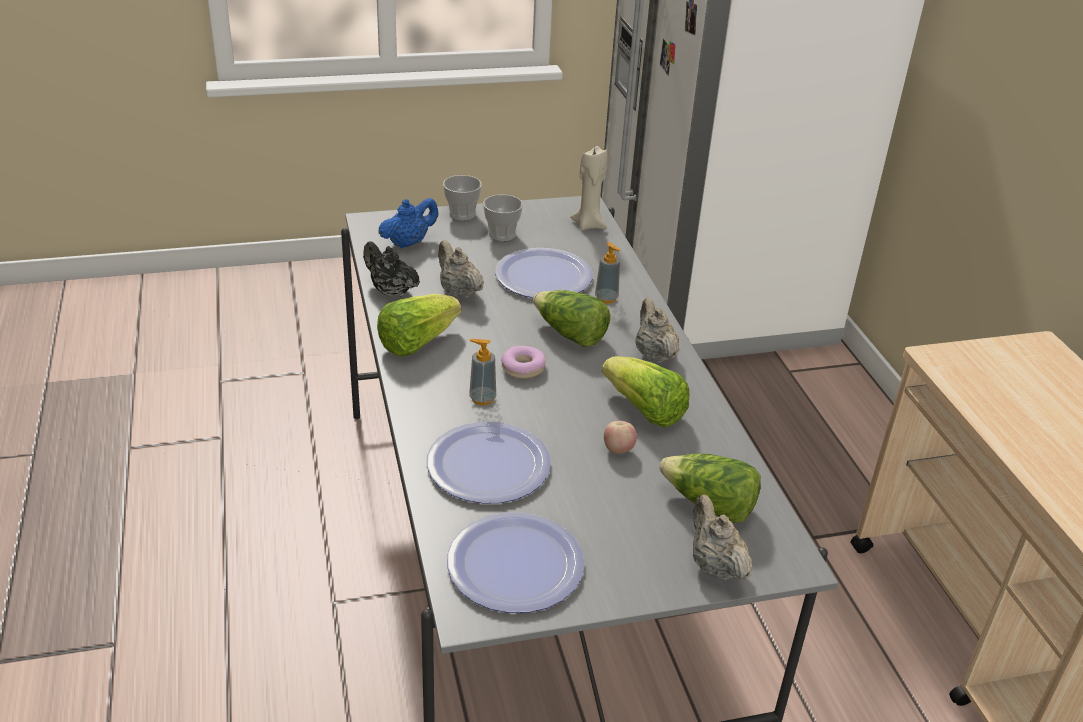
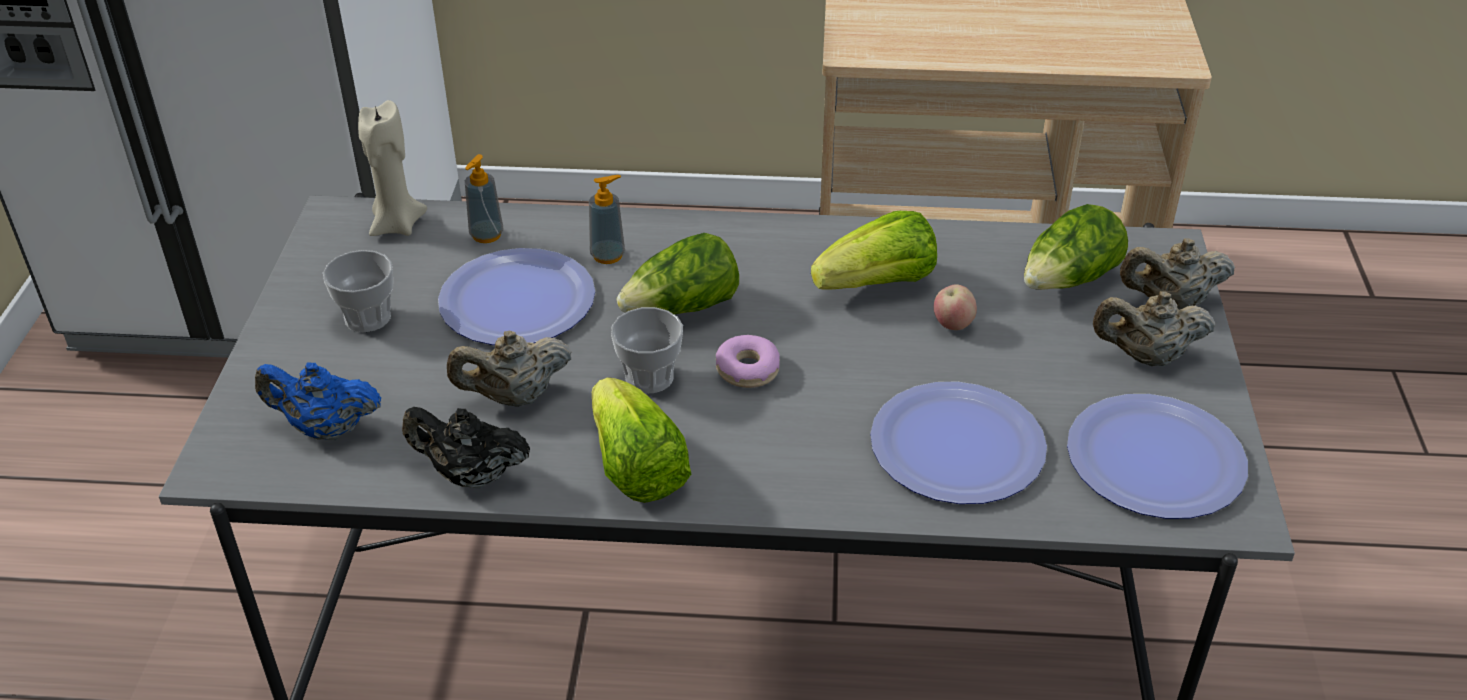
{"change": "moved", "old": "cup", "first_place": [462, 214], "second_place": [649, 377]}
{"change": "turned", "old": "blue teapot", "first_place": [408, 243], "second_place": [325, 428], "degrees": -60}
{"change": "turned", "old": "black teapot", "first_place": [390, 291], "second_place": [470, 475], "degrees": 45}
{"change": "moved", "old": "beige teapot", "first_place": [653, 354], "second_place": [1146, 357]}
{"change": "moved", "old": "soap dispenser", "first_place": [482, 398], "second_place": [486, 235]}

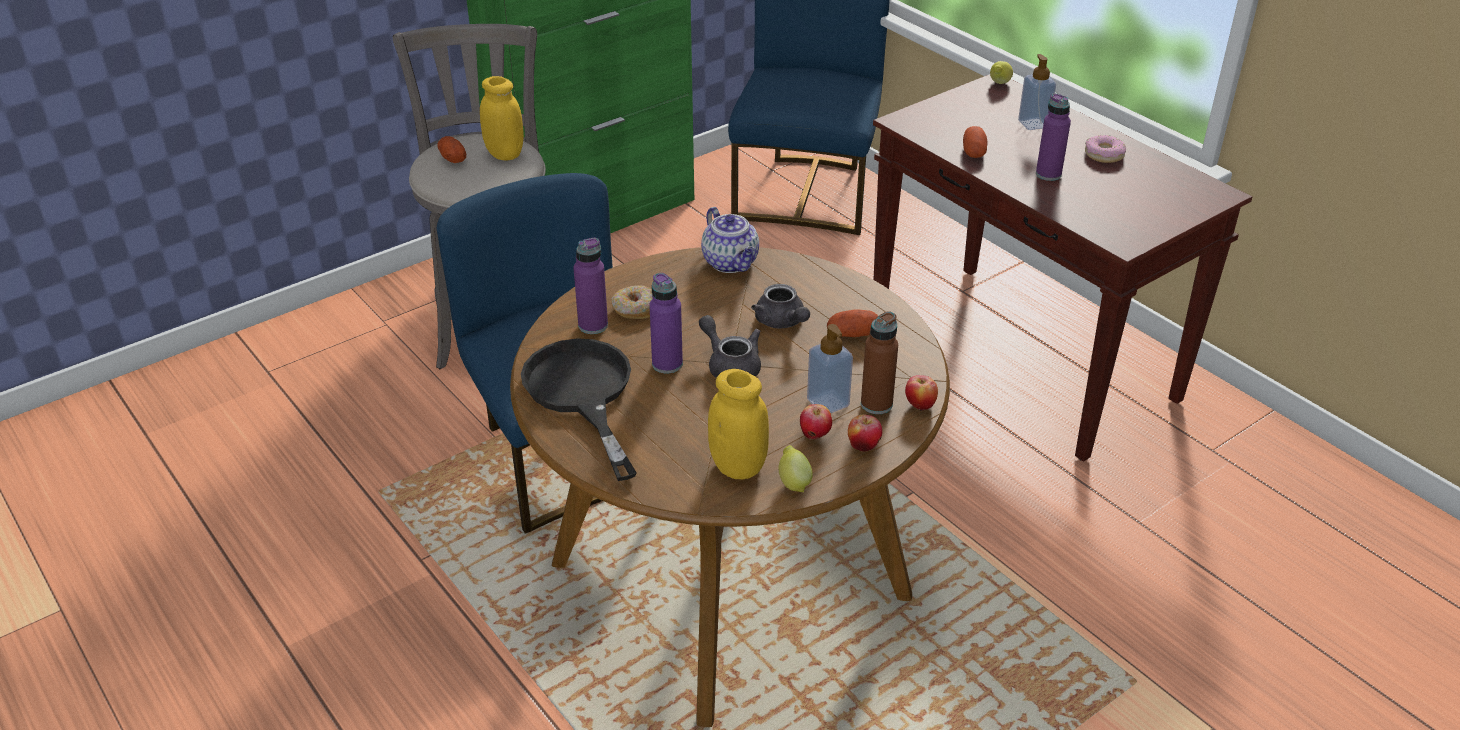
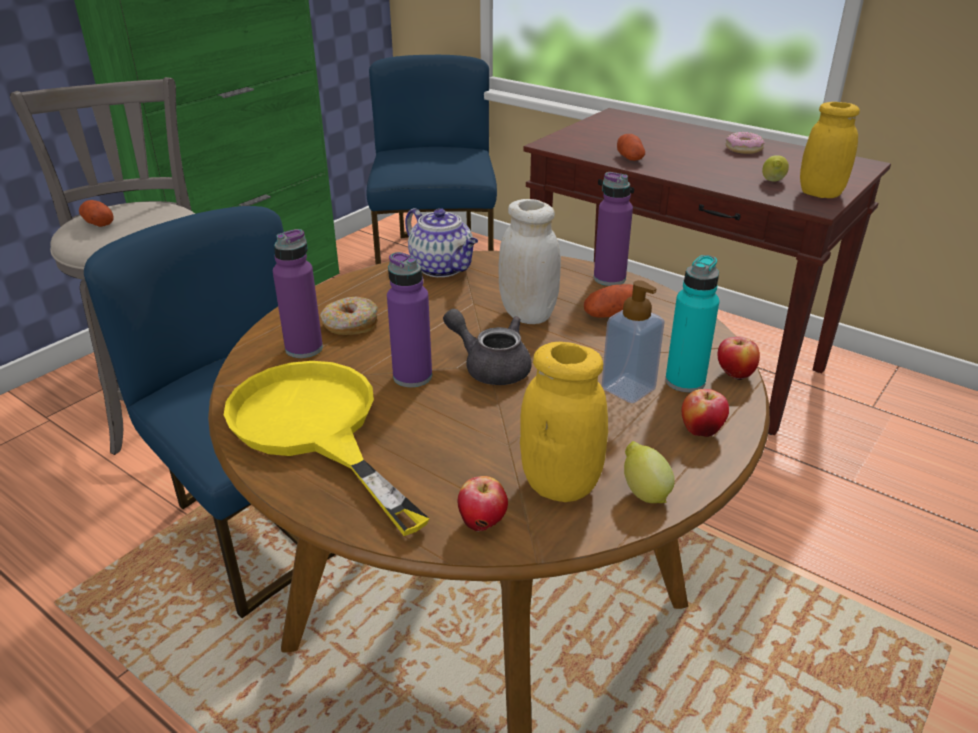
{"change": "removed", "old": "soap dispenser", "first_place": [1033, 124]}
{"change": "moved", "old": "lemon", "first_place": [999, 84], "second_place": [772, 182]}
{"change": "moved", "old": "yellow jar", "first_place": [505, 154], "second_place": [820, 193]}
{"change": "moved", "old": "purple bottle", "first_place": [1048, 174], "second_place": [609, 279]}
{"change": "replaced", "old": "grey teapot", "new": "white jar", "first_place": [782, 322], "second_place": [527, 314]}
{"change": "recoloured", "old": "brown bottle", "new": "turquoise bottle", "first_place": [876, 404], "second_place": [685, 381]}
{"change": "recoloured", "old": "black frying pan", "new": "yellow frying pan", "first_place": [583, 394], "second_place": [315, 429]}
{"change": "moved", "old": "apple", "first_place": [815, 435], "second_place": [483, 524]}

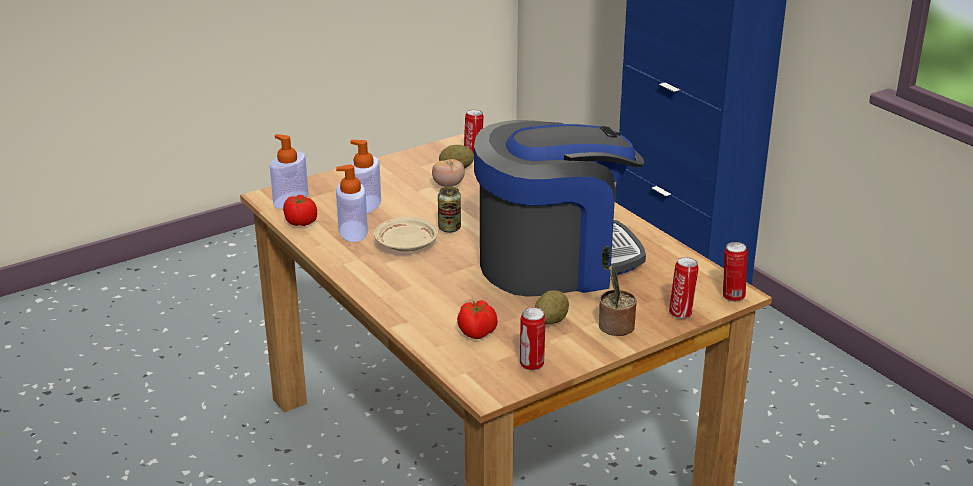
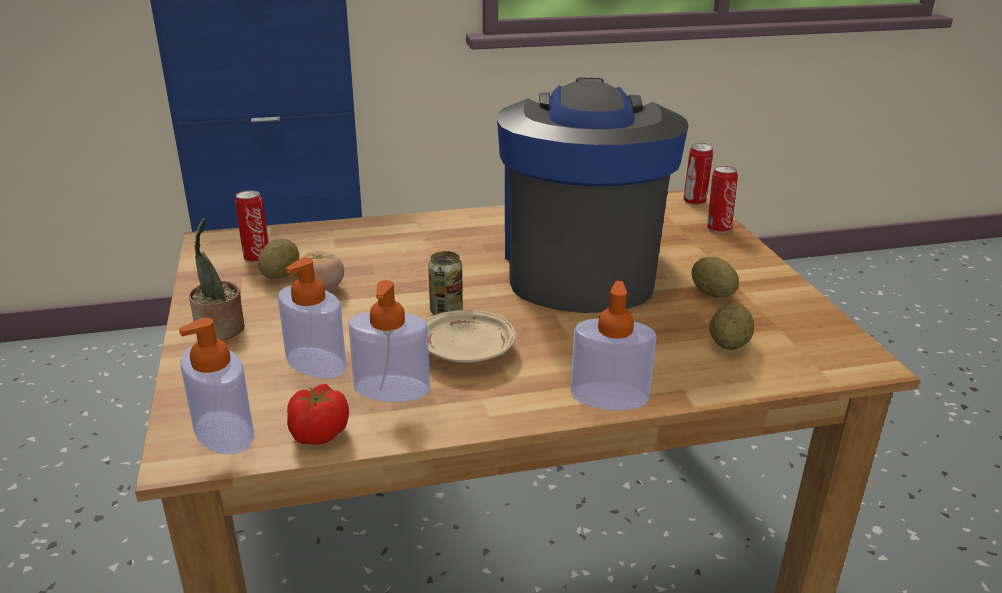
{"change": "moved", "old": "potted plant", "first_place": [614, 327], "second_place": [220, 330]}
{"change": "replaced", "old": "tomato", "new": "potato", "first_place": [477, 333], "second_place": [729, 344]}
{"change": "removed", "old": "can", "first_place": [532, 365]}
{"change": "added", "new": "soap dispenser", "second_place": [609, 396]}

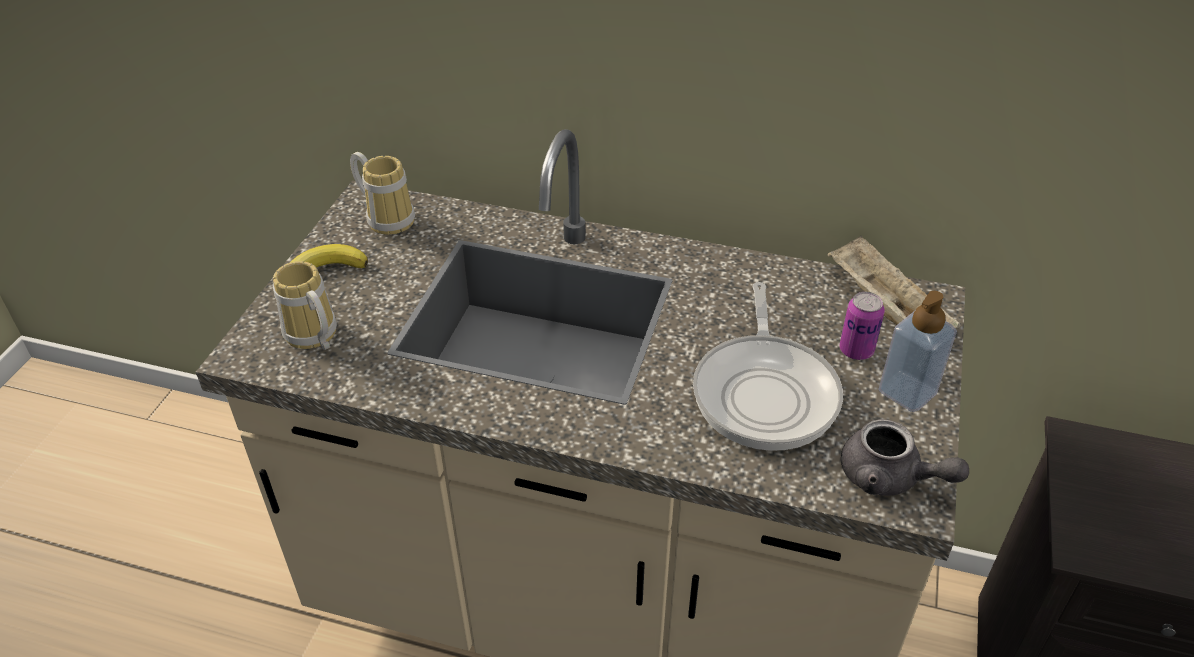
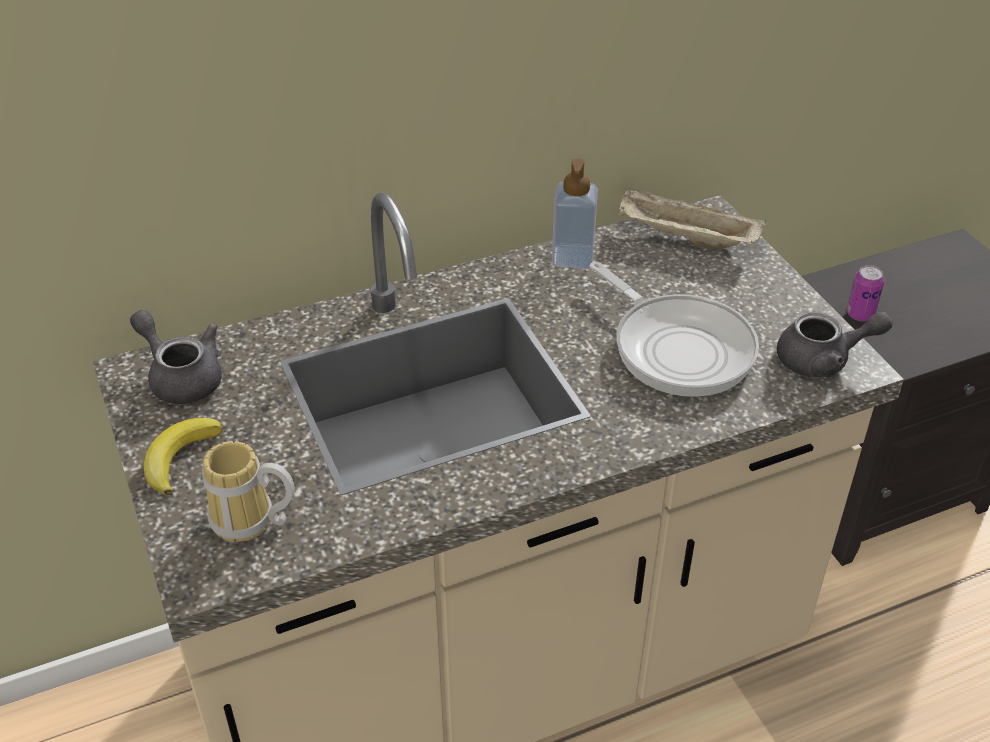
{"change": "replaced", "old": "mug", "new": "grey teapot", "first_place": [388, 218], "second_place": [181, 376]}
{"change": "moved", "old": "soap dispenser", "first_place": [907, 392], "second_place": [572, 257]}
{"change": "moved", "old": "can", "first_place": [856, 350], "second_place": [860, 314]}

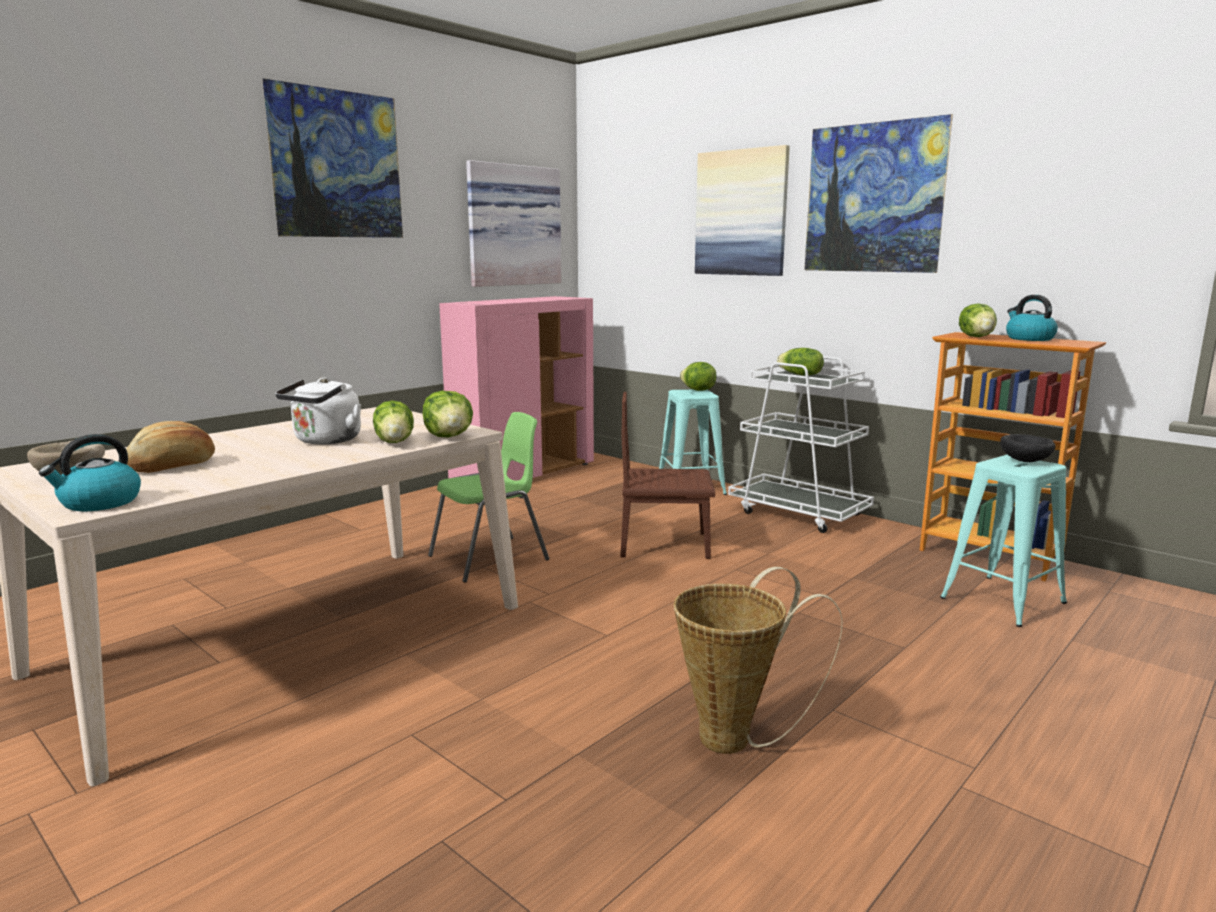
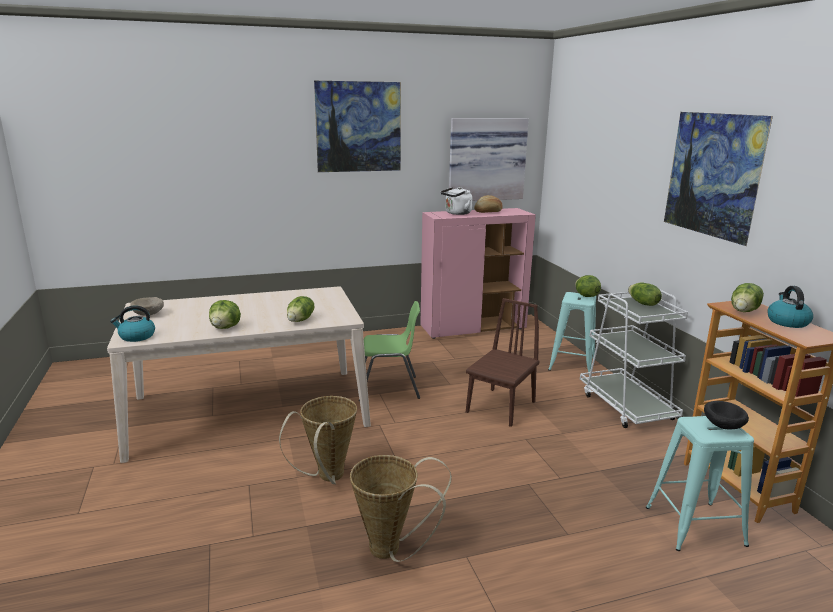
{"change": "removed", "old": "picture", "first_place": [741, 213]}
{"change": "moved", "old": "white kettle", "first_place": [325, 441], "second_place": [457, 213]}
{"change": "moved", "old": "lettuce", "first_place": [449, 437], "second_place": [226, 328]}
{"change": "turned", "old": "brown chair", "first_place": [664, 545], "second_place": [501, 407], "degrees": 90}
{"change": "moved", "old": "bread", "first_place": [173, 466], "second_place": [488, 211]}
{"change": "added", "new": "basket", "second_place": [327, 478]}

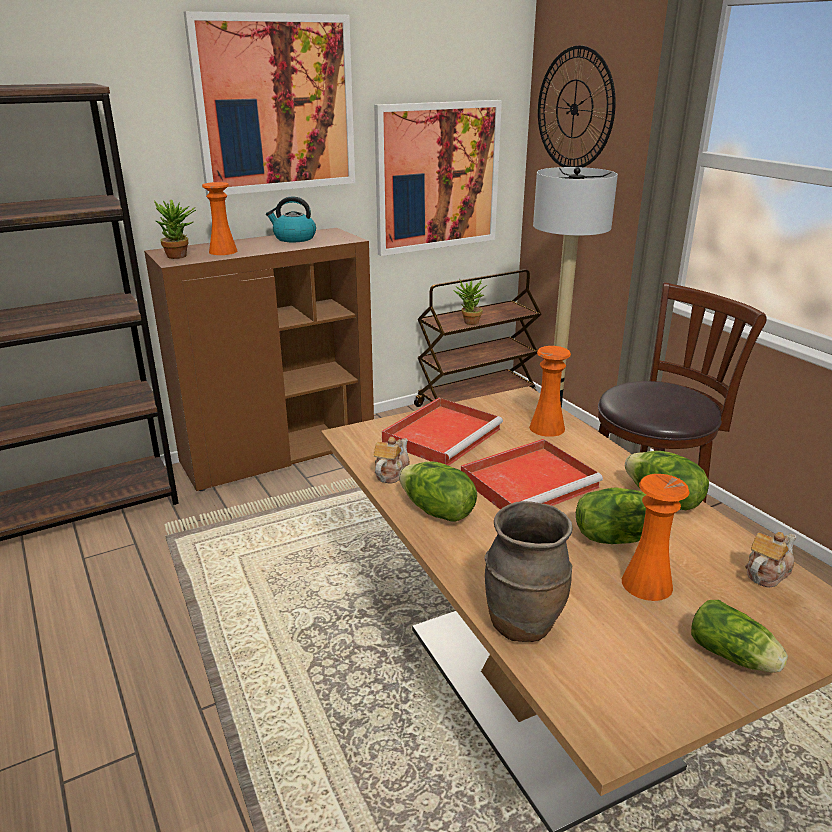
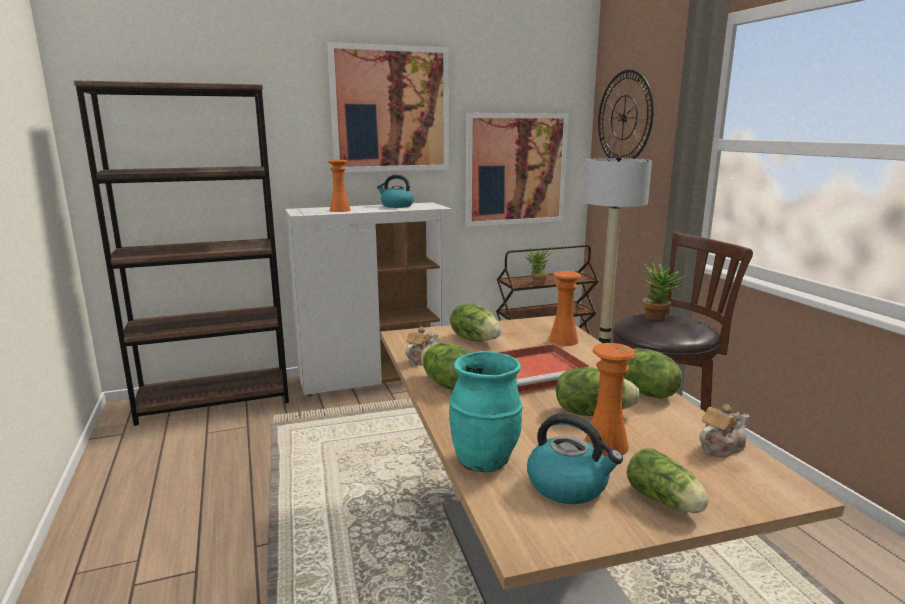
{"change": "moved", "old": "potted plant", "first_place": [180, 256], "second_place": [659, 318]}
{"change": "recoloured", "old": "brown cabinet", "new": "white cabinet", "first_place": [279, 455], "second_place": [376, 377]}
{"change": "replaced", "old": "red tray", "new": "lettuce", "first_place": [443, 434], "second_place": [475, 339]}
{"change": "recoloured", "old": "brown vase", "new": "turquoise vase", "first_place": [522, 624], "second_place": [484, 461]}
{"change": "added", "new": "kettle", "second_place": [568, 485]}

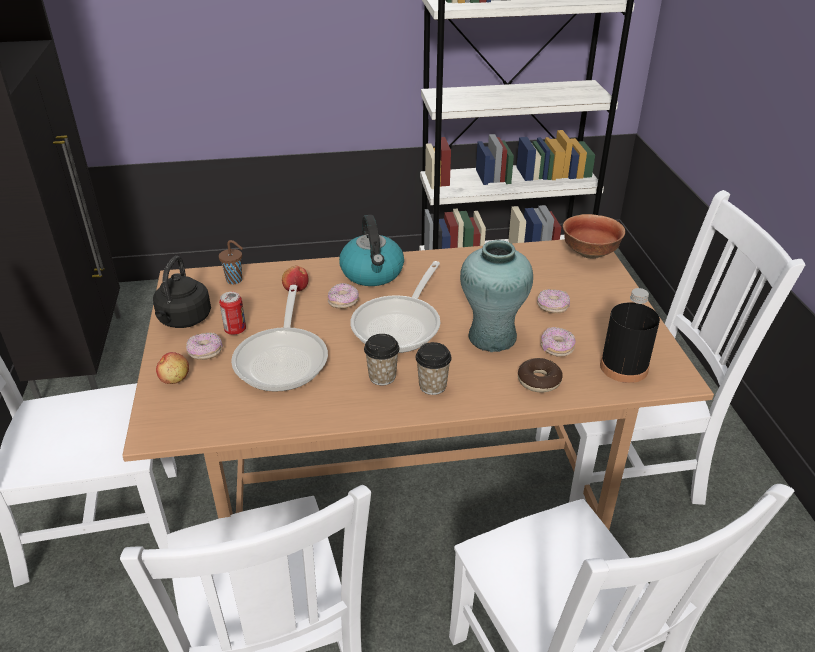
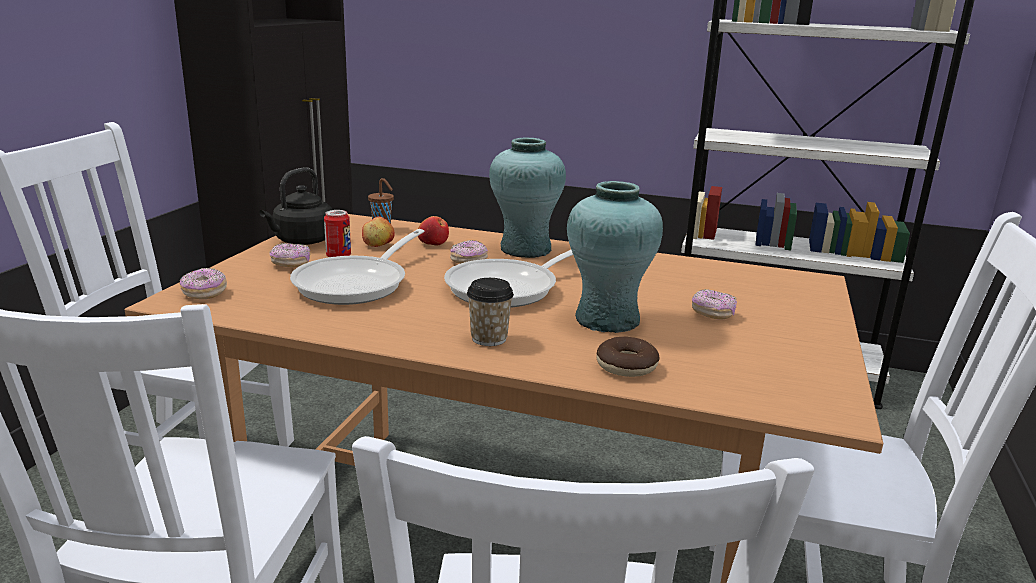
{"change": "removed", "old": "bowl", "first_place": [588, 253]}
{"change": "replaced", "old": "kettle", "new": "turquoise vase", "first_place": [372, 273], "second_place": [525, 249]}
{"change": "removed", "old": "black bottle", "first_place": [623, 367]}
{"change": "moved", "old": "donut", "first_place": [556, 348], "second_place": [204, 293]}
{"change": "removed", "old": "cup", "first_place": [382, 377]}
{"change": "moved", "old": "apple", "first_place": [175, 378], "second_place": [378, 245]}

